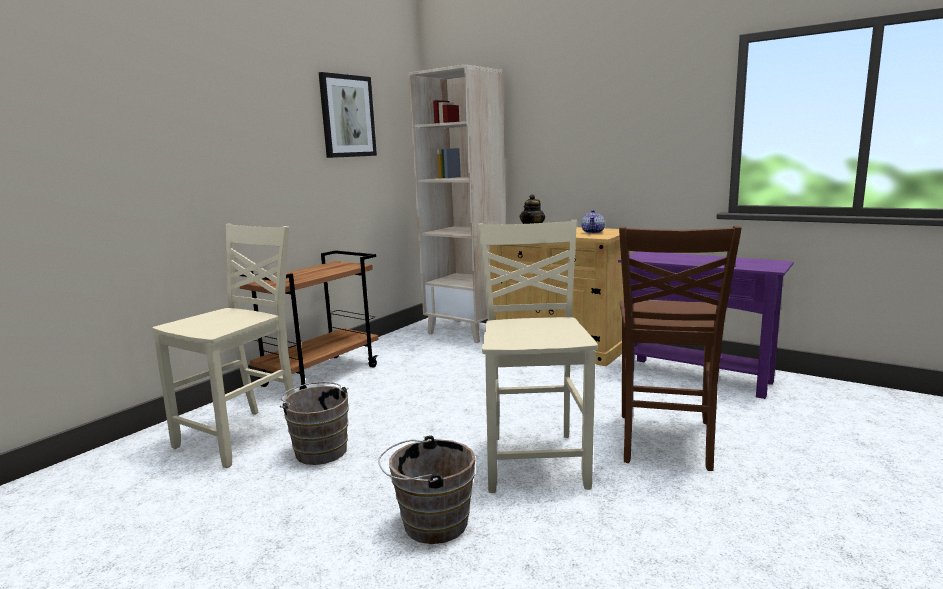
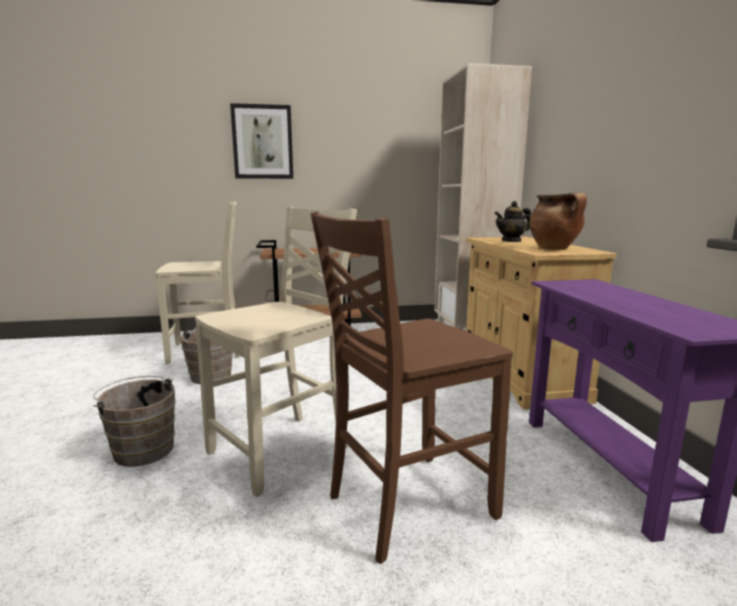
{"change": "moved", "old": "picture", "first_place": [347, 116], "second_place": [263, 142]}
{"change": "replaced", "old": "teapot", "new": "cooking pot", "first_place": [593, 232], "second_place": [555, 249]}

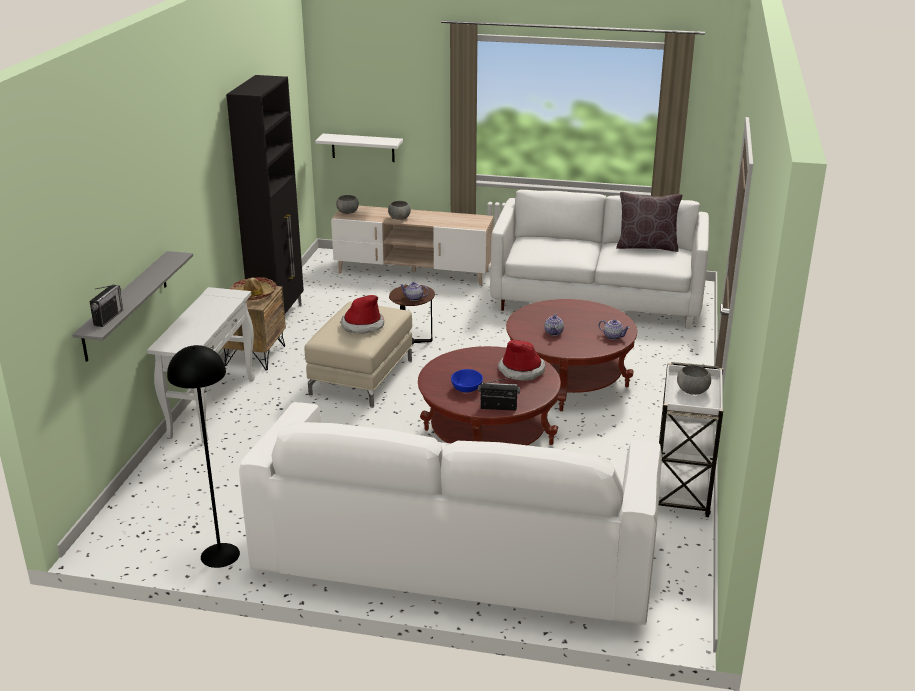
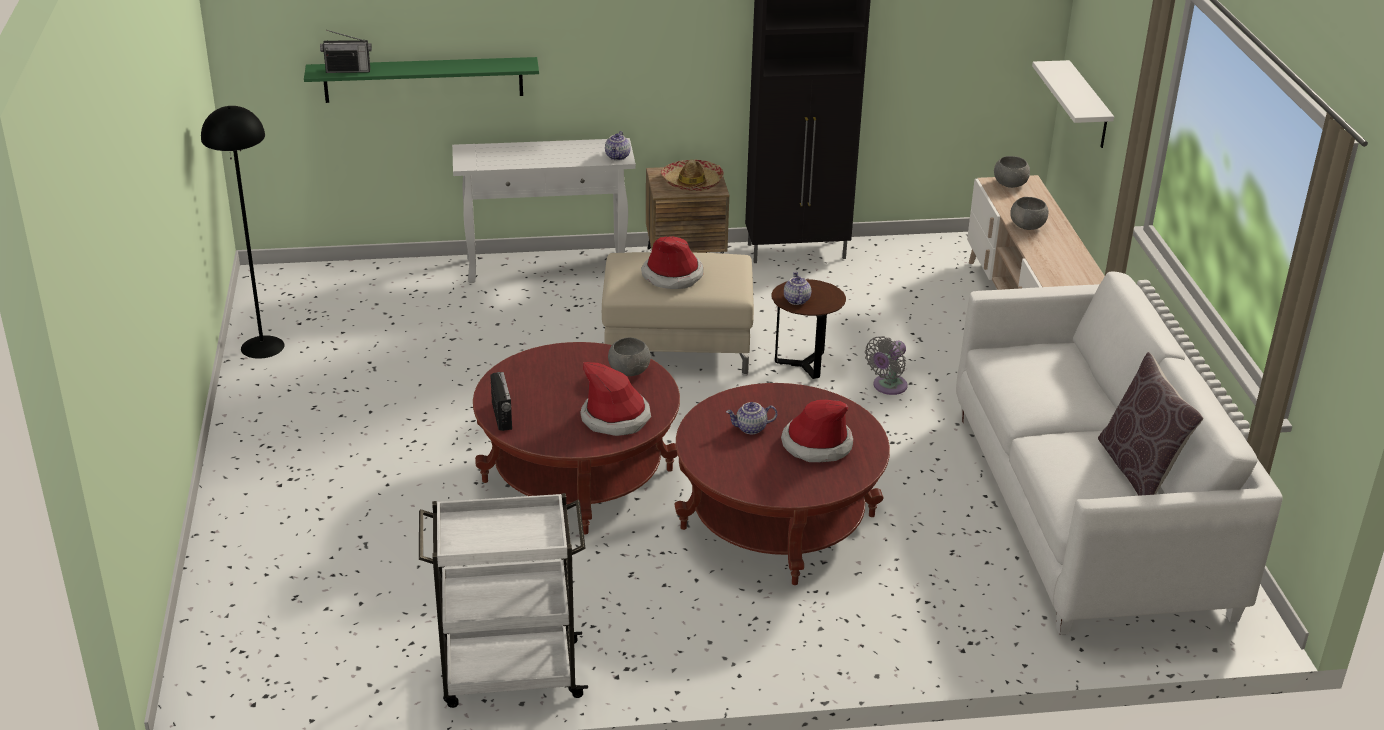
{"change": "recoloured", "old": "grey shelf", "new": "green shelf", "first_place": [125, 305], "second_place": [423, 79]}
{"change": "moved", "old": "teapot", "first_place": [613, 336], "second_place": [618, 157]}
{"change": "moved", "old": "grey bowl", "first_place": [692, 390], "second_place": [629, 370]}
{"change": "removed", "old": "blue bowl", "first_place": [466, 388]}
{"change": "removed", "old": "white sofa", "first_place": [456, 554]}
{"change": "added", "new": "grey fan", "second_place": [887, 387]}
{"change": "added", "new": "hat", "second_place": [816, 444]}

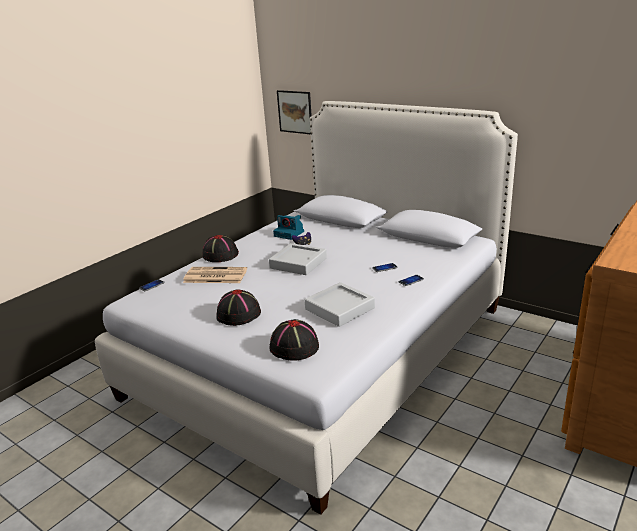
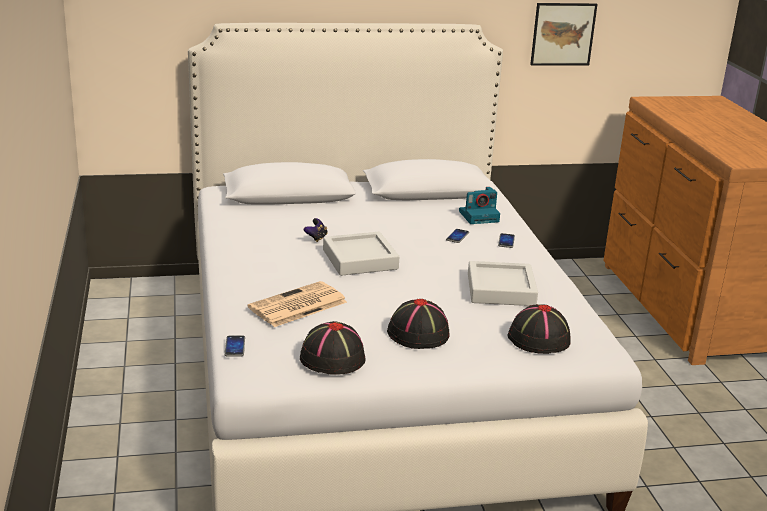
{"change": "moved", "old": "picture", "first_place": [295, 112], "second_place": [563, 34]}
{"change": "moved", "old": "photo camera", "first_place": [289, 234], "second_place": [479, 216]}
{"change": "moved", "old": "black hat", "first_place": [220, 255], "second_place": [332, 358]}

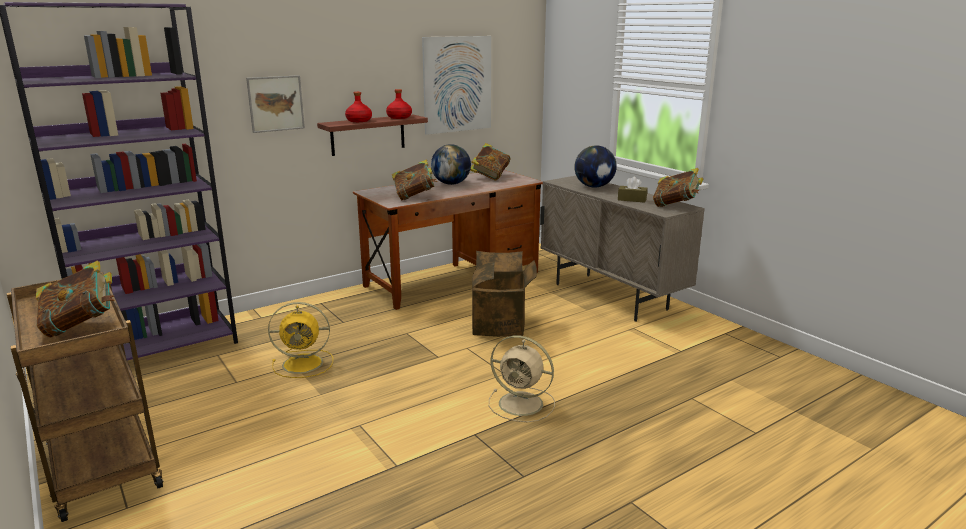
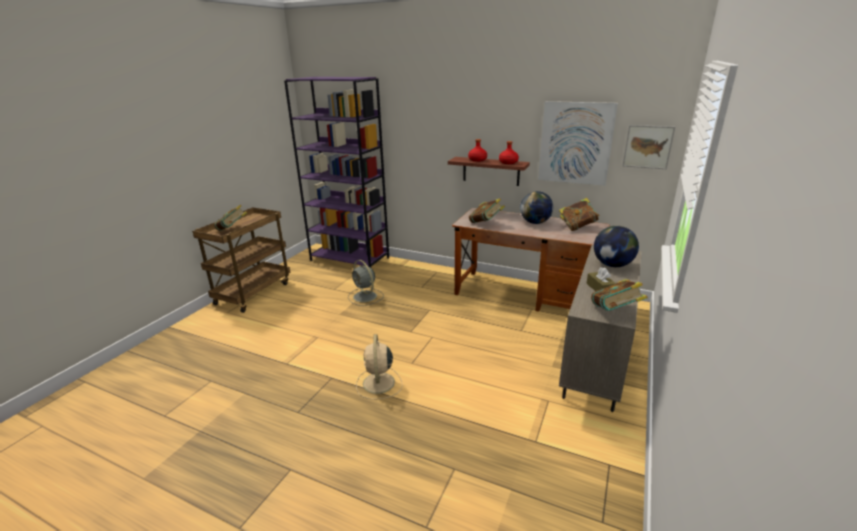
{"change": "moved", "old": "picture", "first_place": [276, 103], "second_place": [648, 147]}
{"change": "removed", "old": "cardboard box", "first_place": [501, 325]}
{"change": "recoloured", "old": "yellow fan", "new": "grey fan", "first_place": [304, 364], "second_place": [365, 297]}

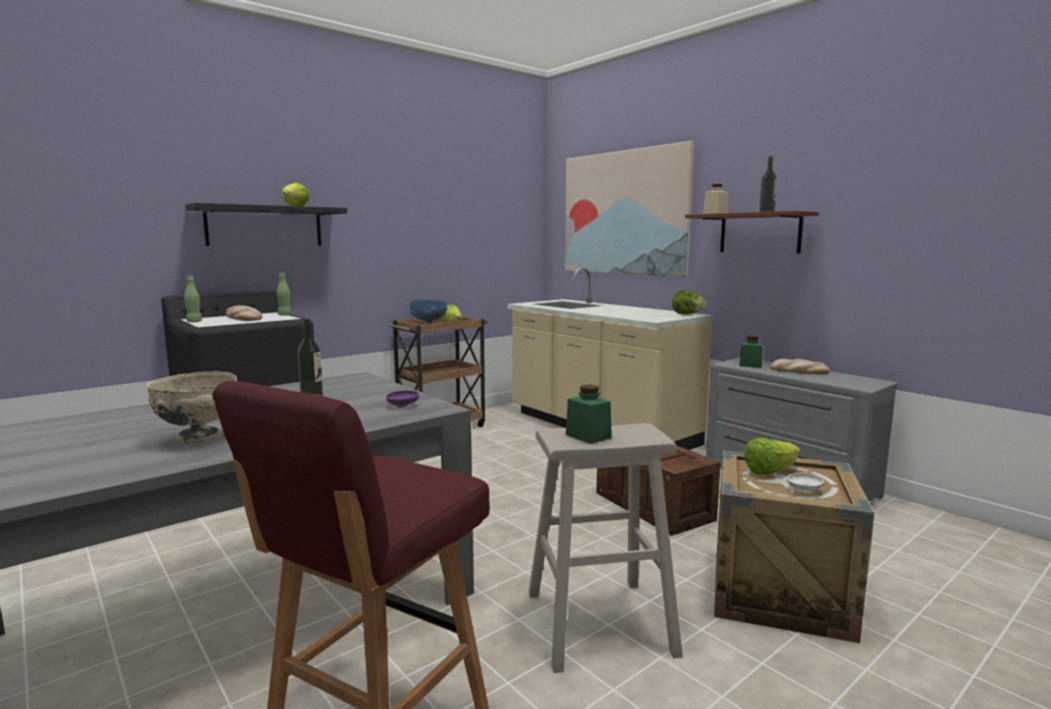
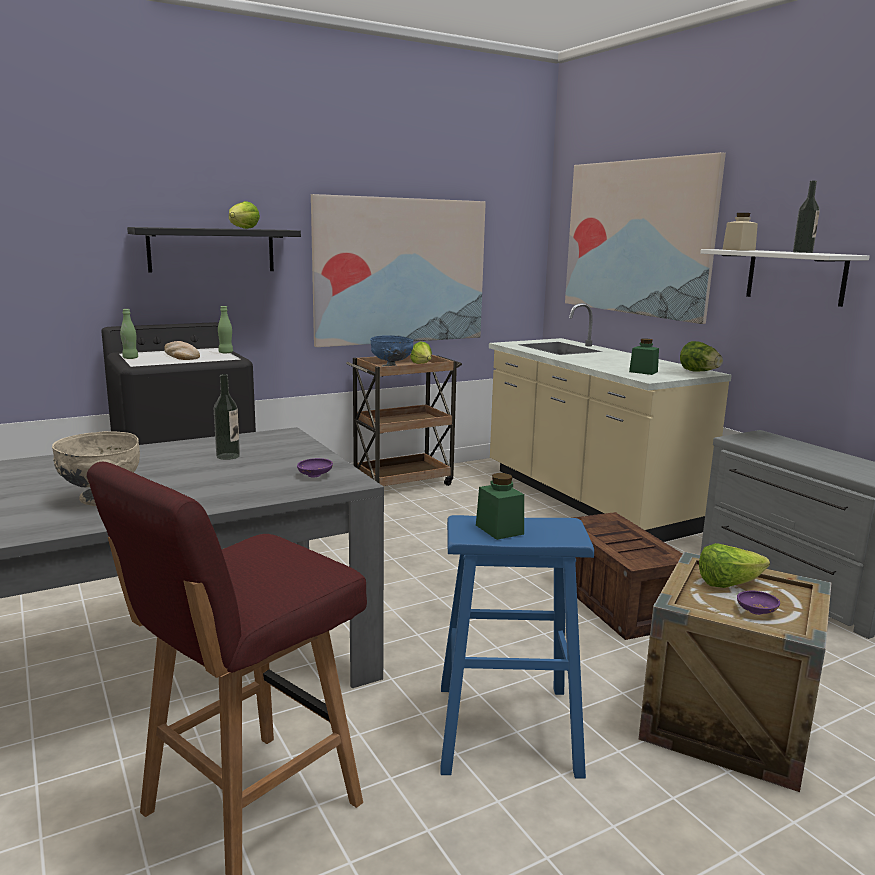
{"change": "recoloured", "old": "brown shelf", "new": "white shelf", "first_place": [759, 233], "second_place": [795, 276]}
{"change": "moved", "old": "green jar", "first_place": [750, 365], "second_place": [643, 372]}
{"change": "removed", "old": "bread", "first_place": [799, 371]}
{"change": "recoloured", "old": "beige stool", "new": "blue stool", "first_place": [598, 623], "second_place": [506, 728]}
{"change": "recoloured", "old": "white bowl", "new": "purple bowl", "first_place": [804, 490], "second_place": [756, 612]}
{"change": "added", "new": "picture", "second_place": [400, 271]}

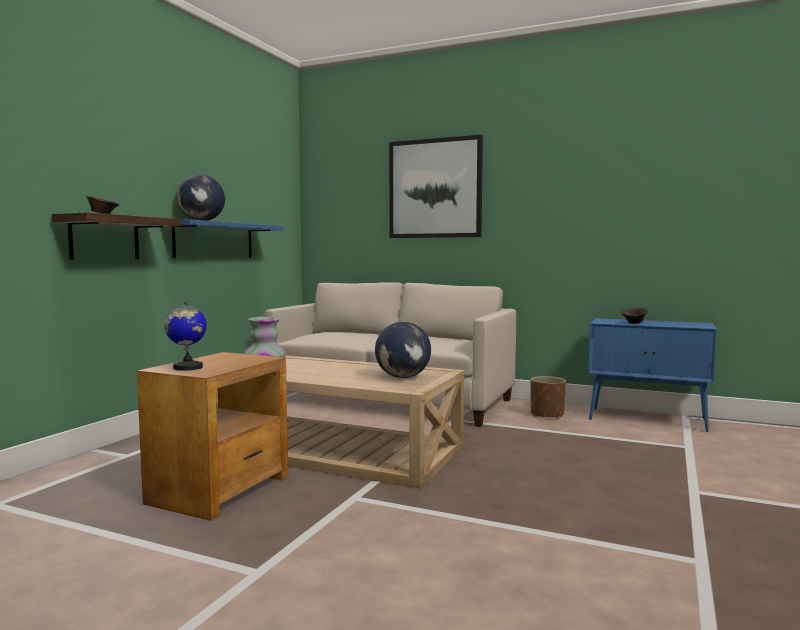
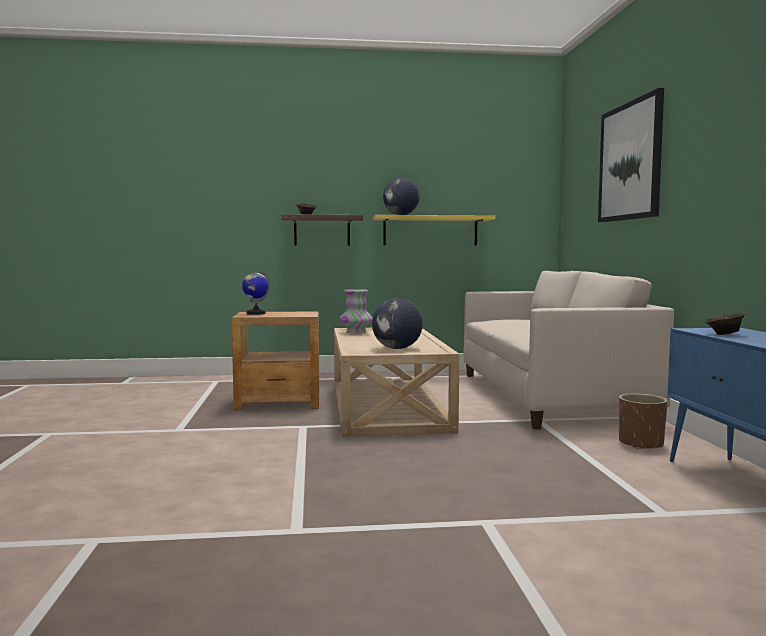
{"change": "recoloured", "old": "blue shelf", "new": "yellow shelf", "first_place": [214, 240], "second_place": [430, 231]}

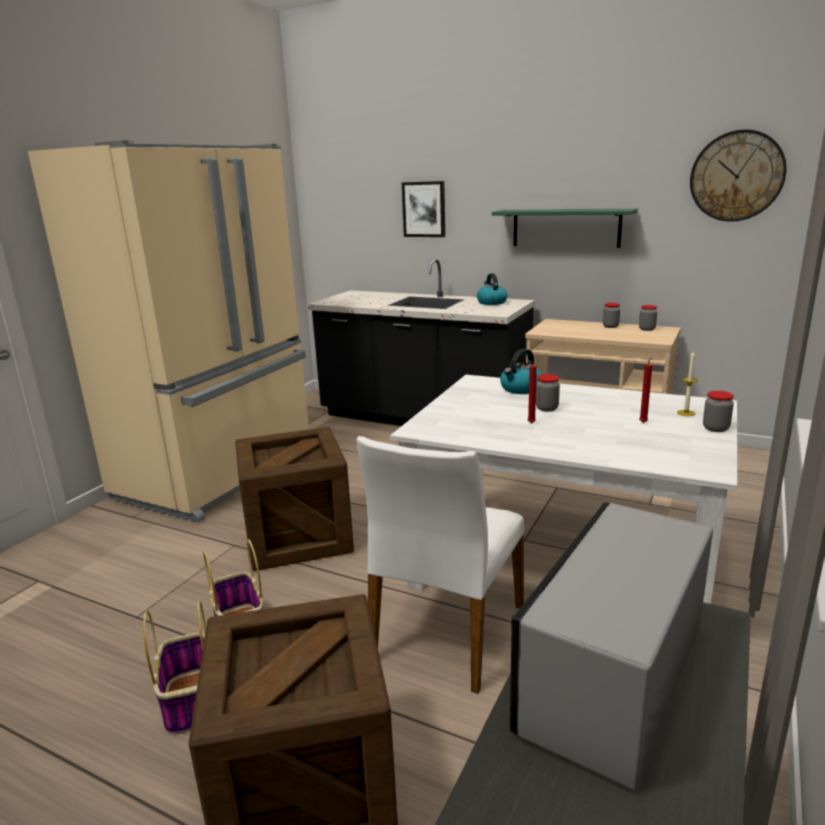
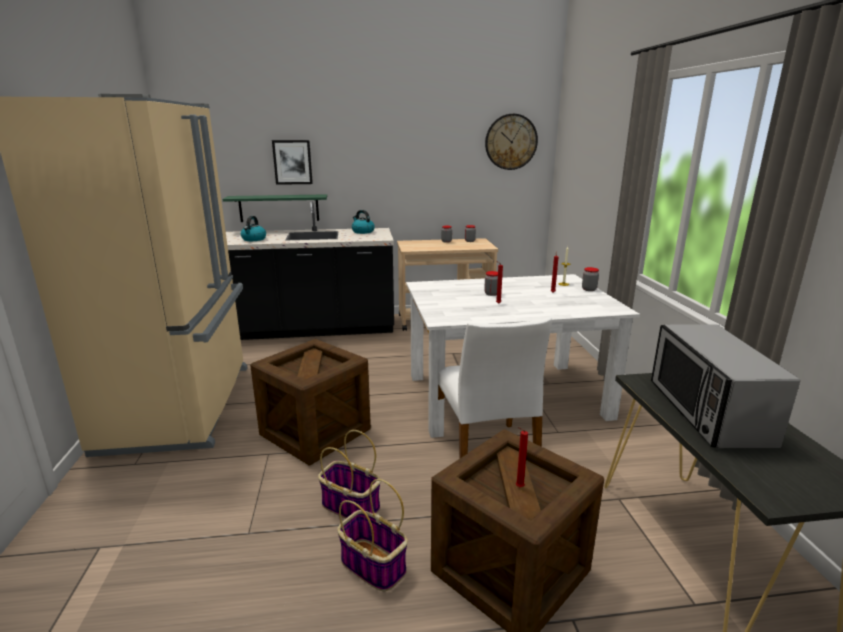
{"change": "moved", "old": "green shelf", "first_place": [566, 228], "second_place": [279, 208]}
{"change": "moved", "old": "kettle", "first_place": [521, 389], "second_place": [254, 239]}
{"change": "added", "new": "red candle", "second_place": [518, 487]}

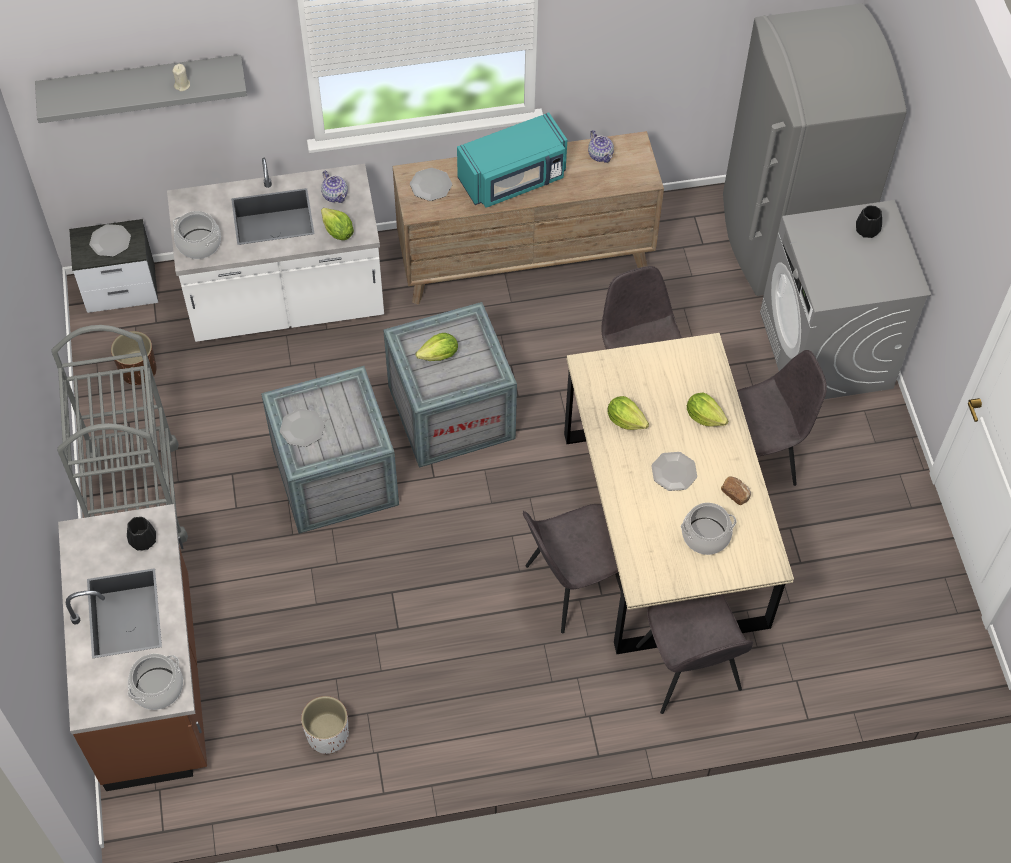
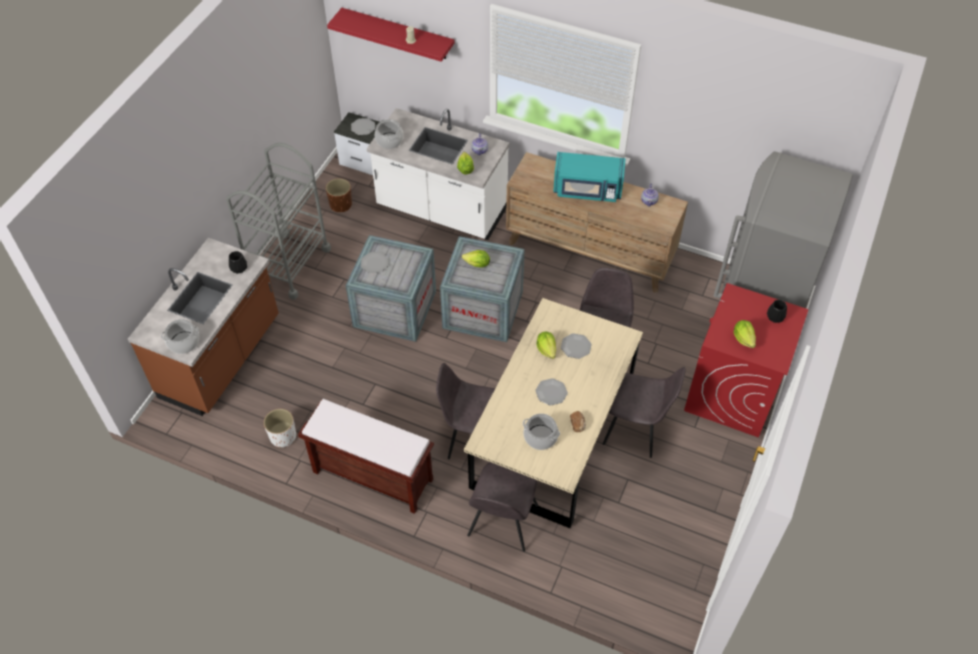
{"change": "recoloured", "old": "grey shelf", "new": "red shelf", "first_place": [142, 82], "second_place": [398, 34]}
{"change": "moved", "old": "plate", "first_place": [430, 185], "second_place": [575, 346]}
{"change": "recoloured", "old": "grey washing machine", "new": "red washing machine", "first_place": [826, 351], "second_place": [732, 393]}
{"change": "moved", "old": "lettuce", "first_place": [704, 417], "second_place": [743, 338]}
{"change": "added", "new": "brown bench", "second_place": [371, 476]}

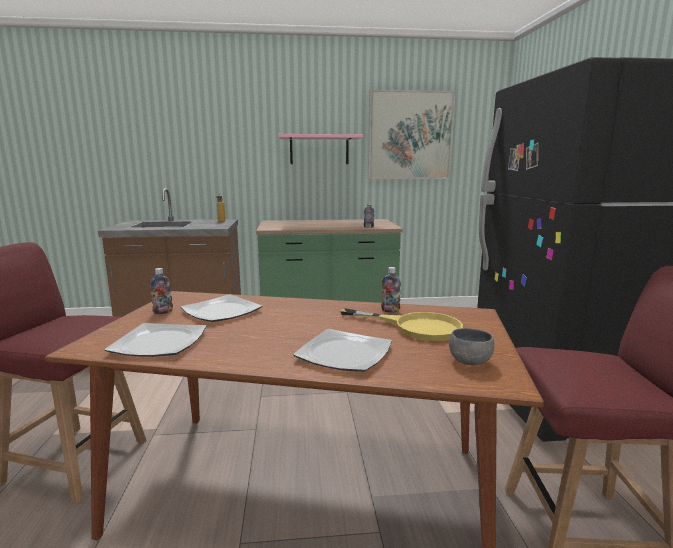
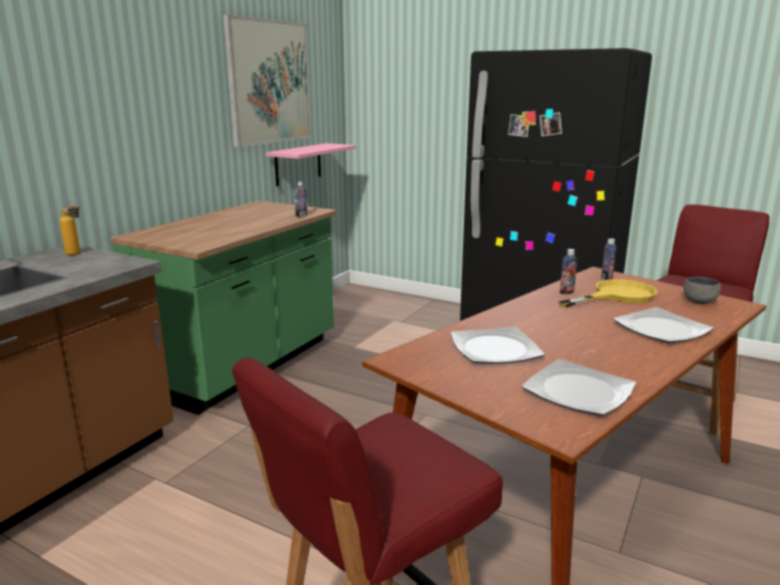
{"change": "moved", "old": "pink shelf", "first_place": [319, 150], "second_place": [298, 164]}
{"change": "moved", "old": "bottle", "first_place": [163, 312], "second_place": [606, 279]}

